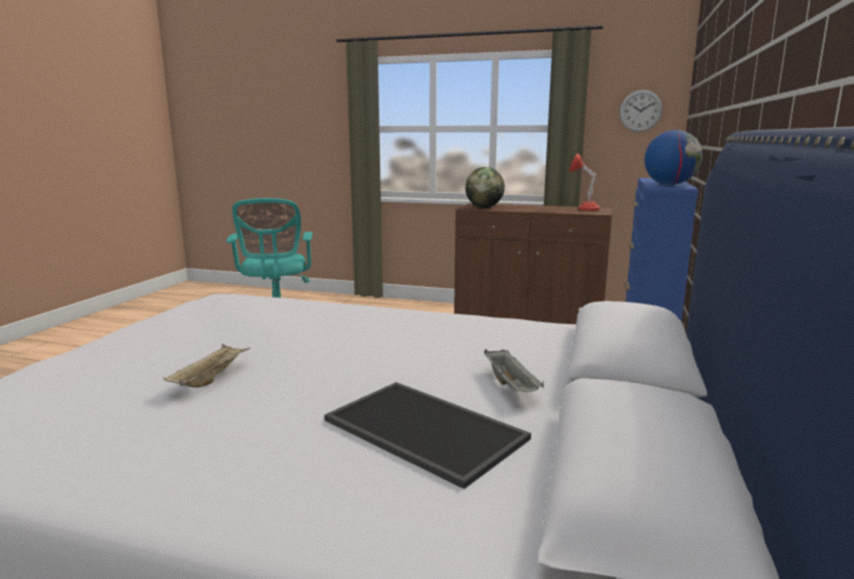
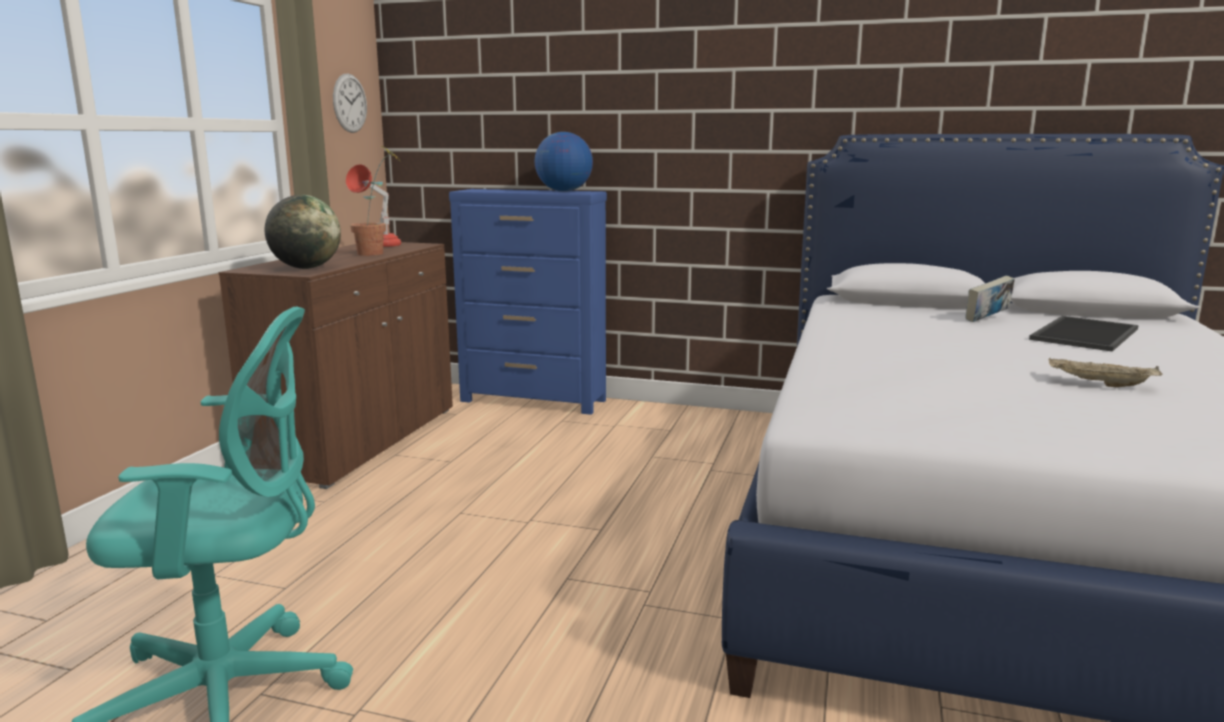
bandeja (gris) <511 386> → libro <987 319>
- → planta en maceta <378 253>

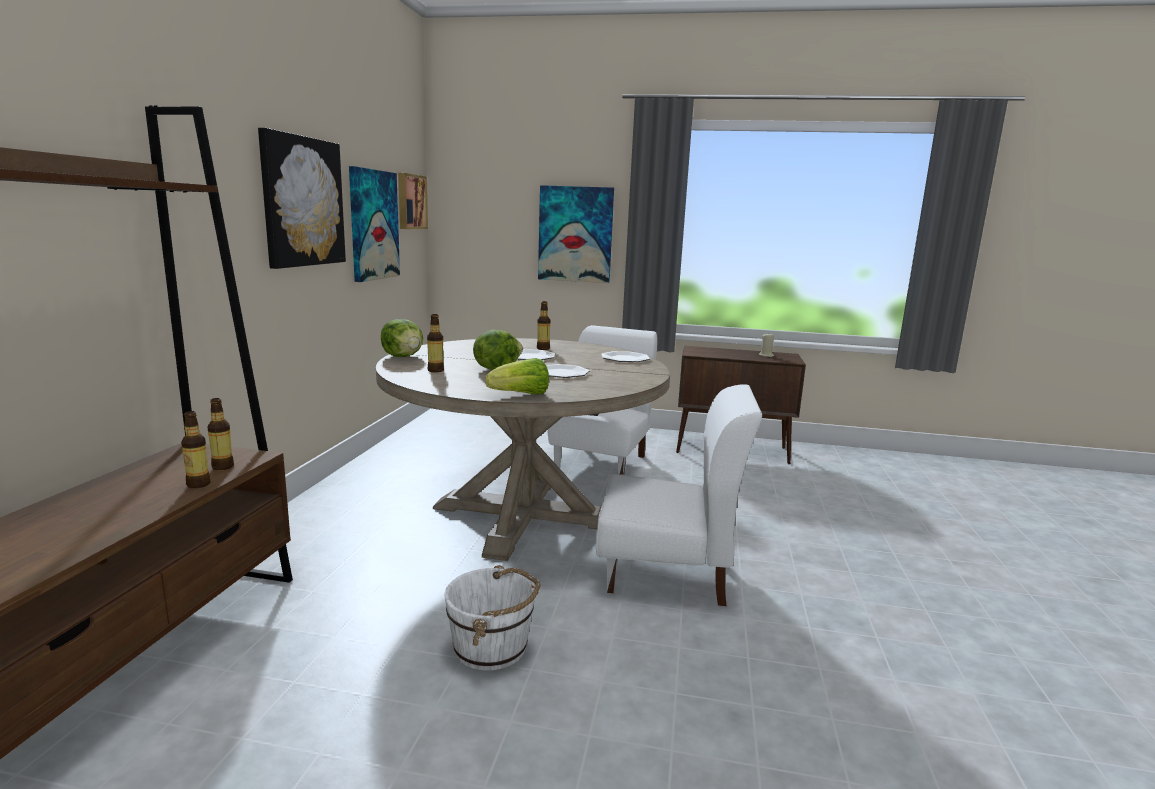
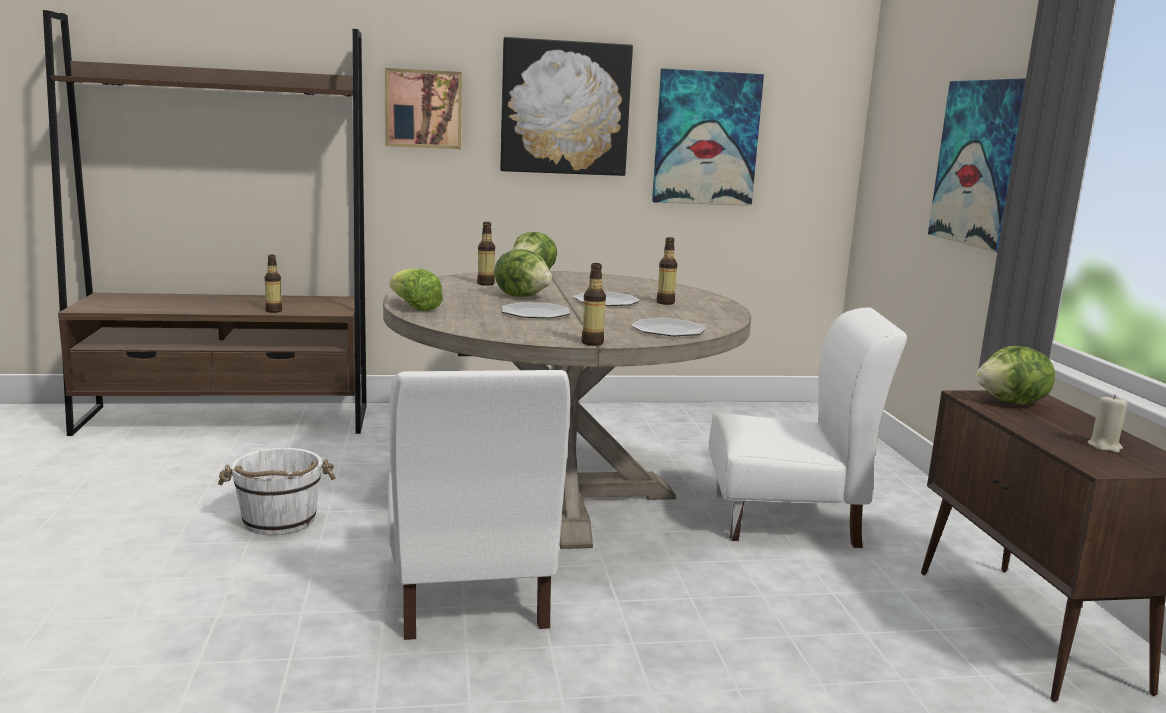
cuadro <410 202> → cuadro <423 109>, relocated
botella <223 467> → botella <592 343>, relocated
- → lechuga <1012 403>

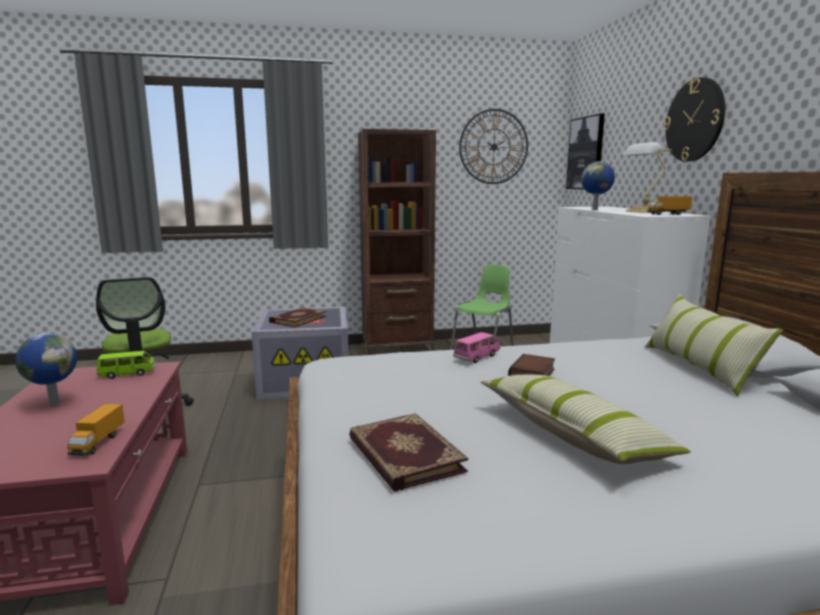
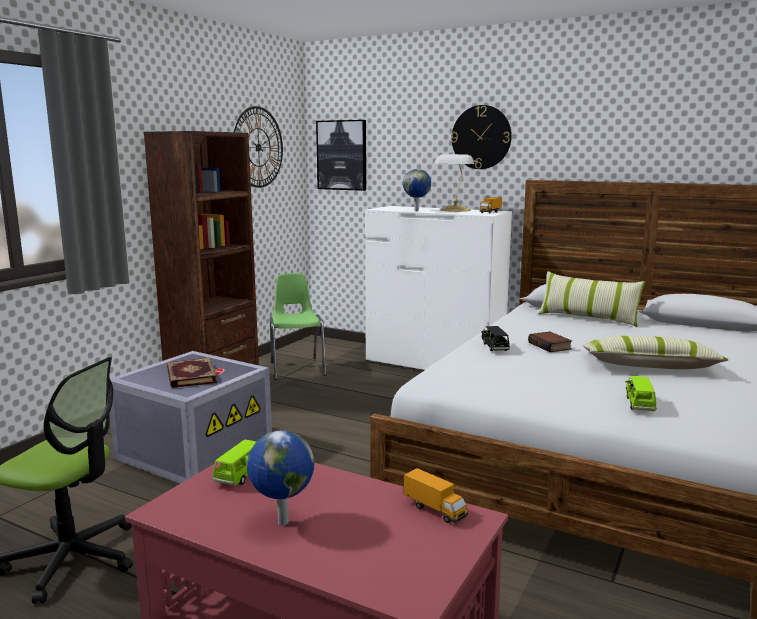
coche de juguete (rosa) <477 357> → coche de juguete (negro) <495 347>
libro <403 455> → coche de juguete (verde) <639 404>

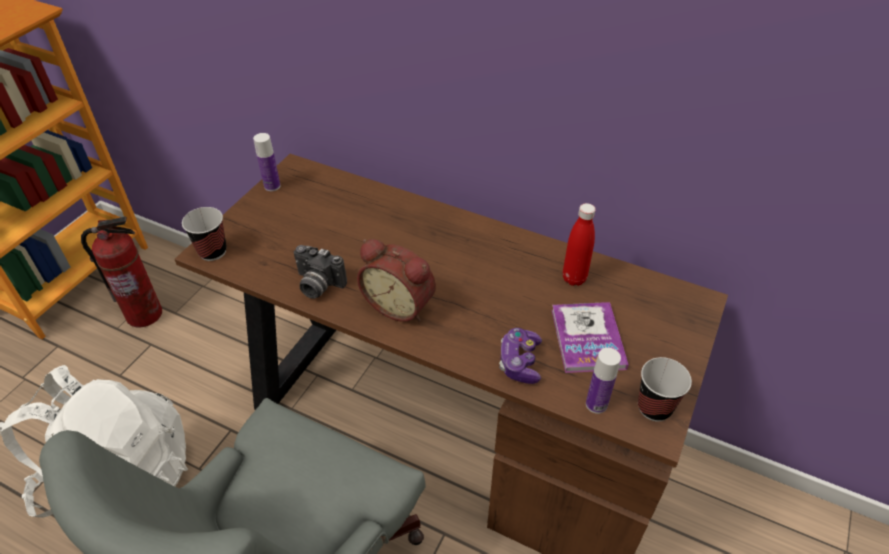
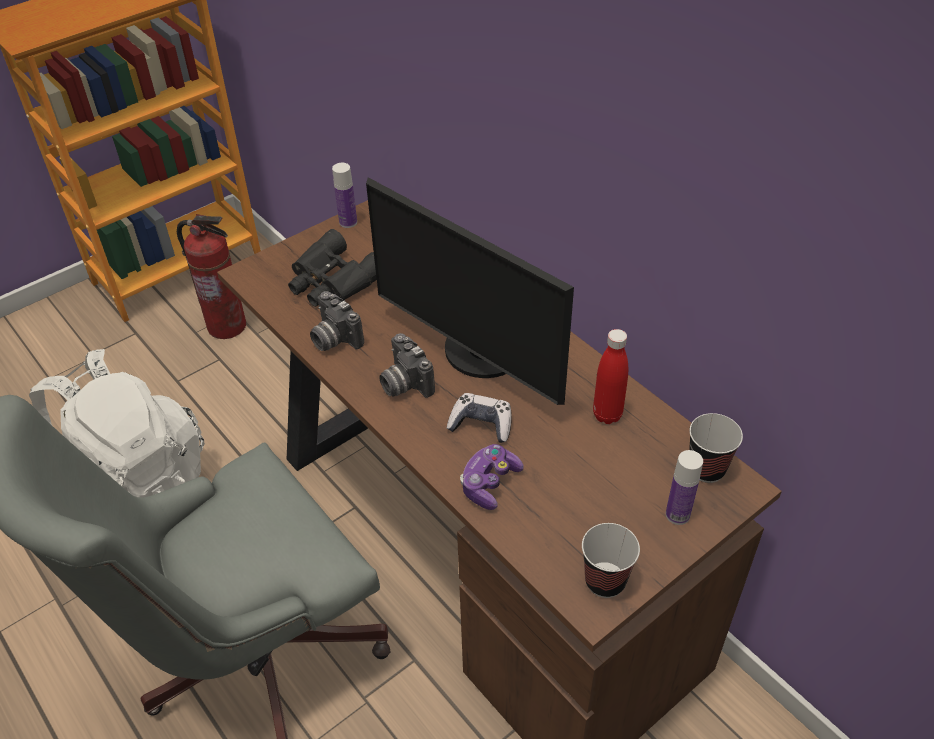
taza <212 251> → taza <706 469>, relocated
despertador <400 304> → cámara <404 383>
libro <587 338> → -
botella <596 404> → botella <677 514>, relocated
- → monitor <479 354>
- → prismáticos (negro) <332 281>
- → mando de consola <481 424>

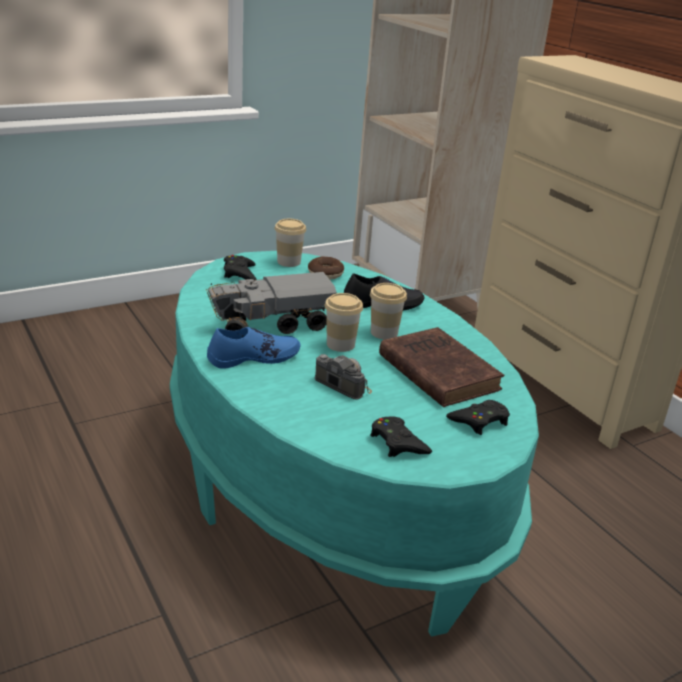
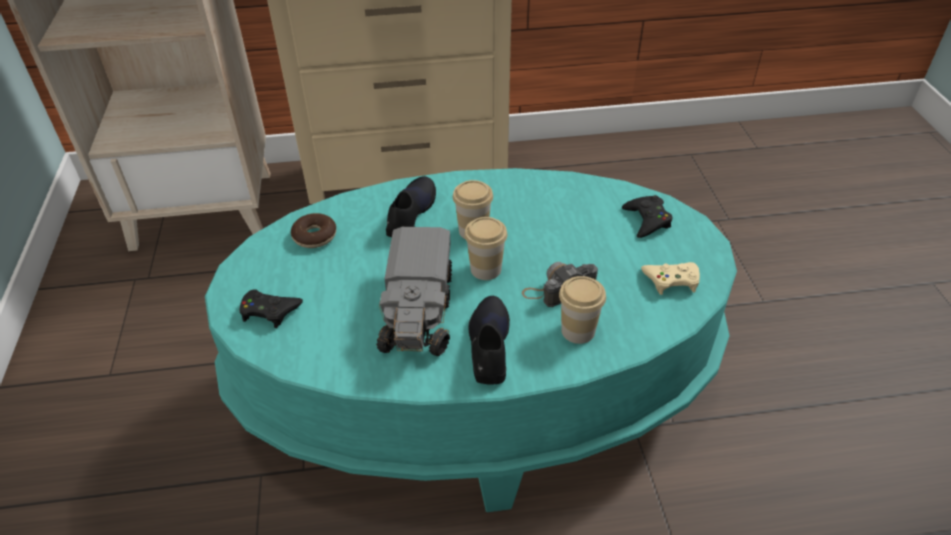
taza <289 262> → taza <578 331>, relocated
zapato (azul) <253 357> → zapato (negro) <489 345>
libro (marrón) <436 371> → -
mando de consola (negro) <398 442> → mando de consola (beis) <671 280>

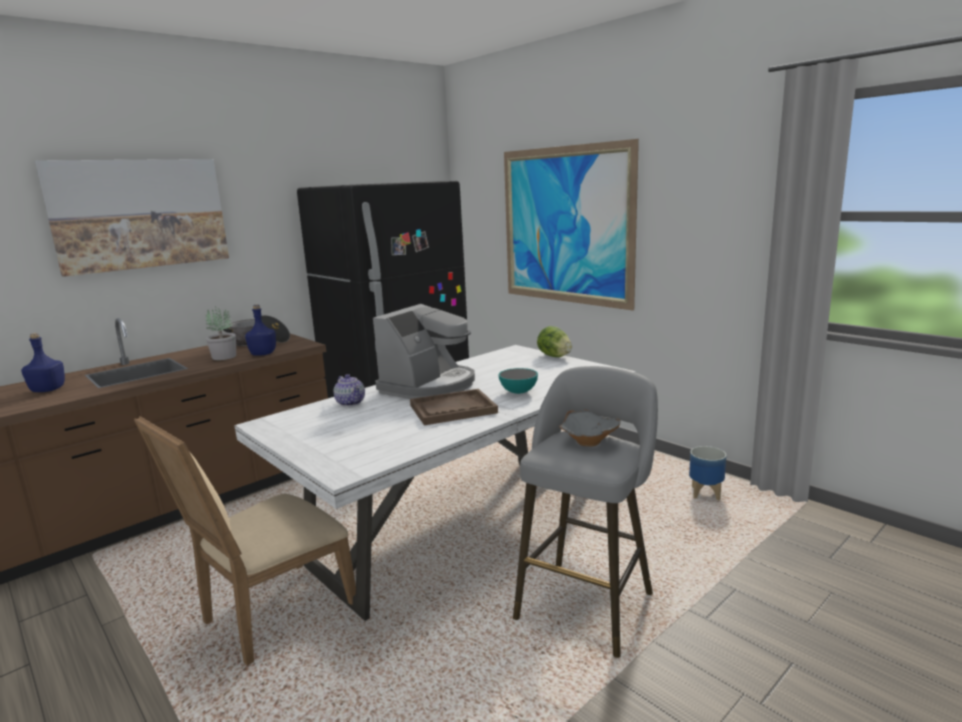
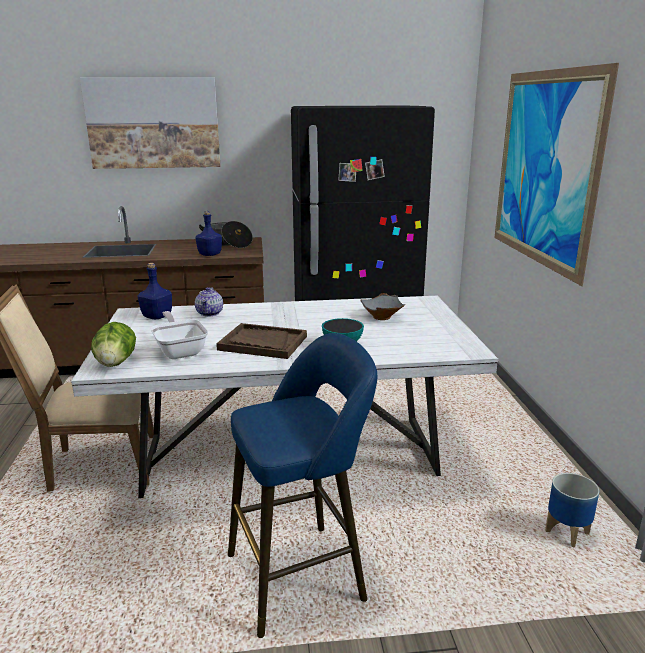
cafetera <429 385> → -
planta en maceta <223 357> → -
lechuga <554 356> → lechuga <116 363>, relocated
botella (azul) <47 390> → botella (azul) <156 316>, relocated
taburete (gris) <587 601> → taburete (azul) <302 574>
cuenco (gris) <589 441> → cuenco (gris) <383 317>, relocated
- → sartén <180 351>

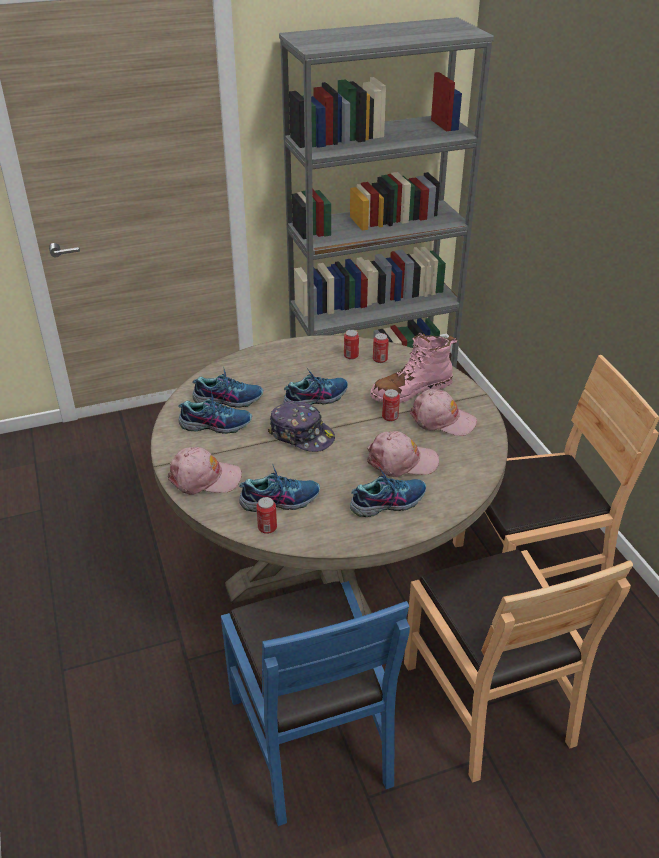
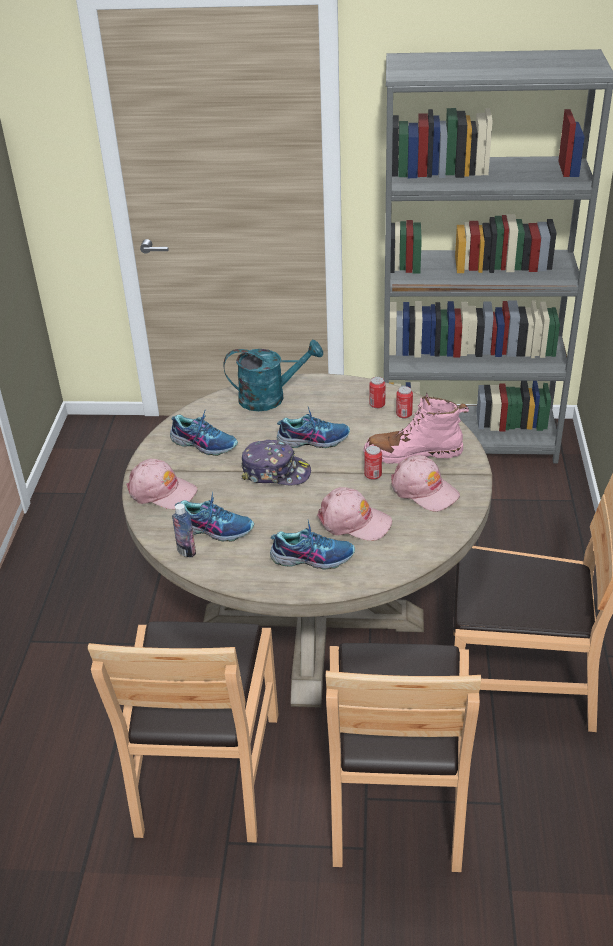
zapato <228 399> → -
gorra <301 435> → gorra <275 472>, 45 degrees counterclockwise
lata <267 528> → botella <186 551>
silla (azul) <311 737> → silla (marrón) <206 771>
- → regadera (turquesa) <270 397>

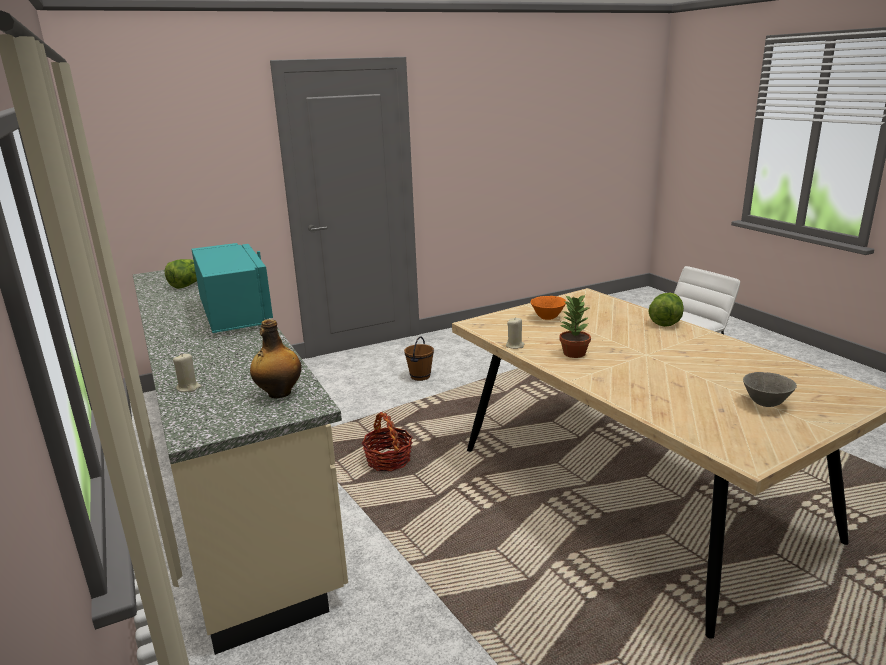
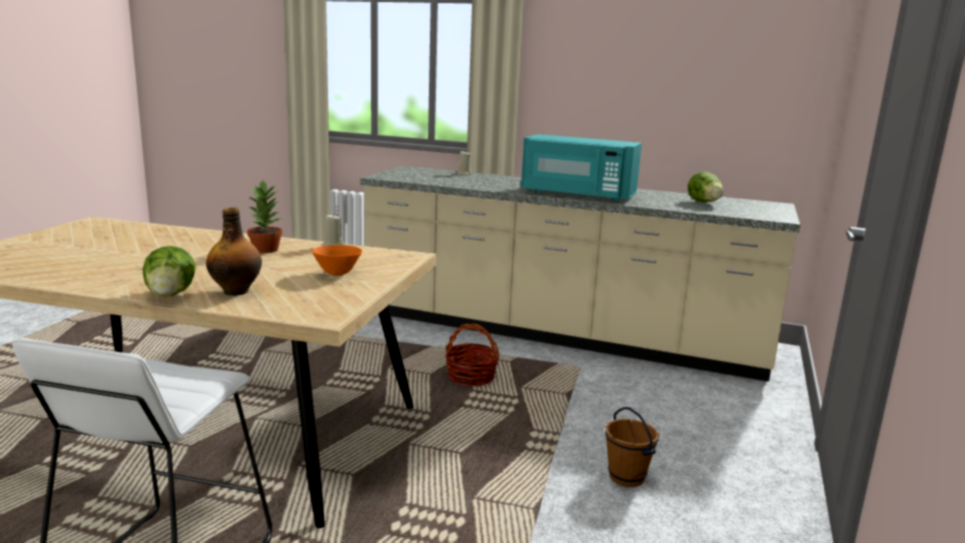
botella <278 393> → botella <236 291>, relocated
cuenco (gris) <765 404> → -

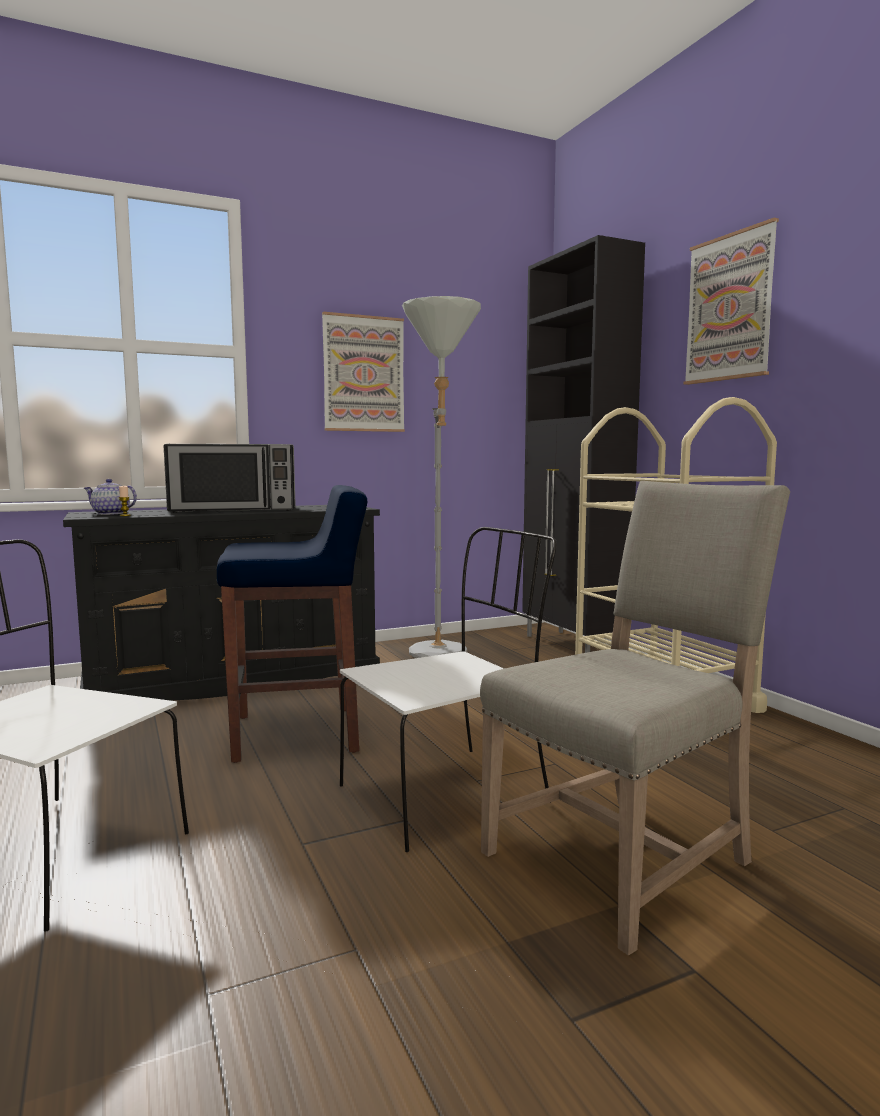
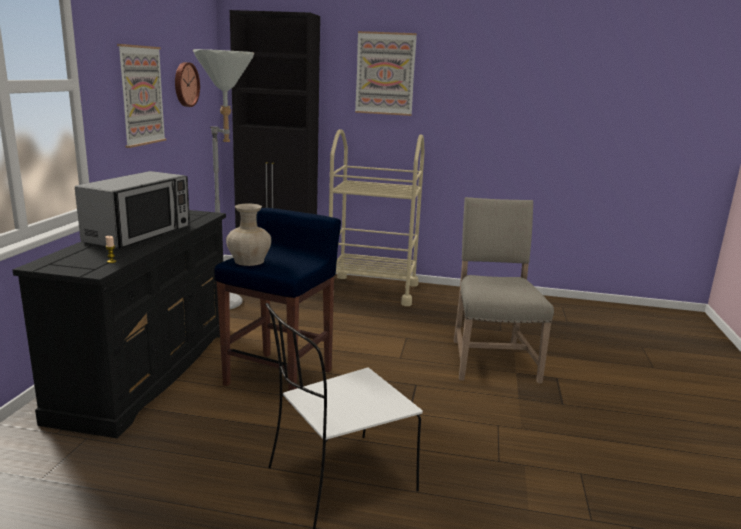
tetera <110 513> → -
silla (blanco) <447 793> → -
- → reloj de pared <185 84>
- → florero (beis) <249 261>

